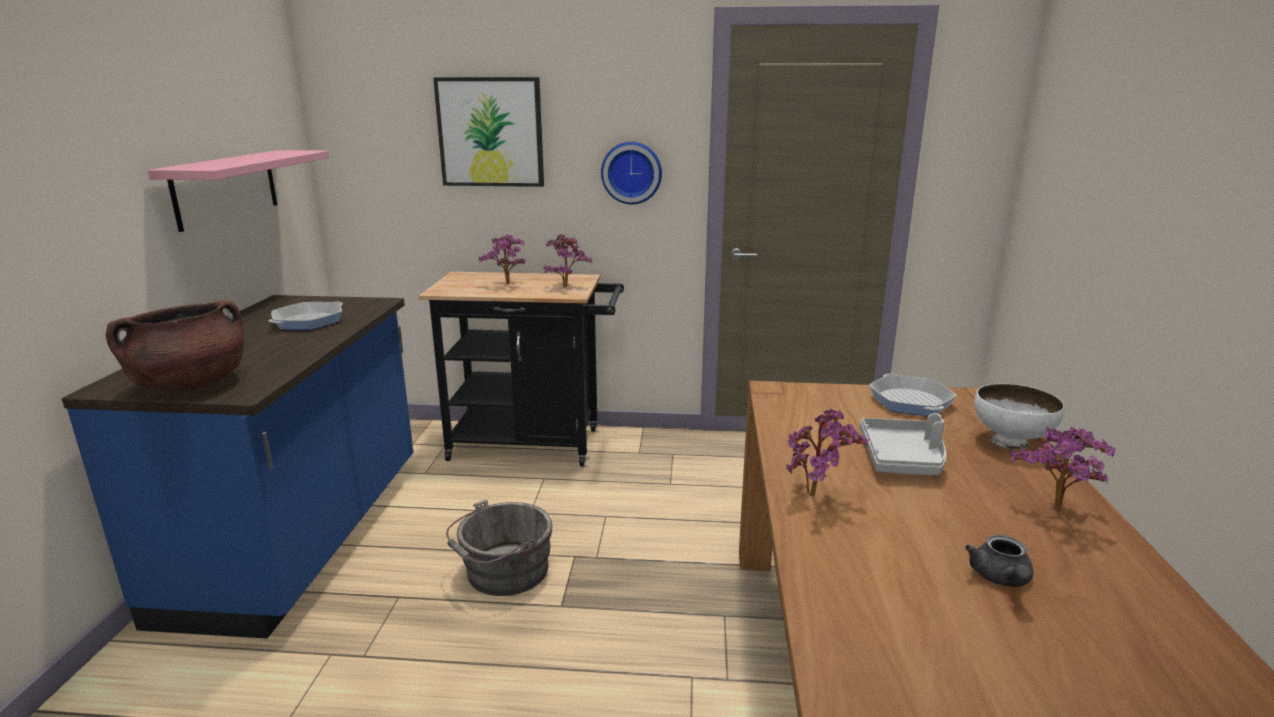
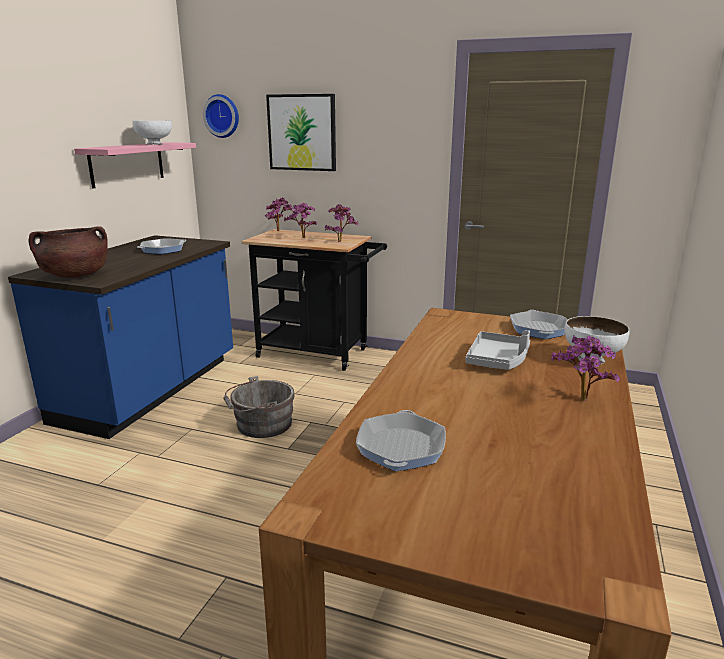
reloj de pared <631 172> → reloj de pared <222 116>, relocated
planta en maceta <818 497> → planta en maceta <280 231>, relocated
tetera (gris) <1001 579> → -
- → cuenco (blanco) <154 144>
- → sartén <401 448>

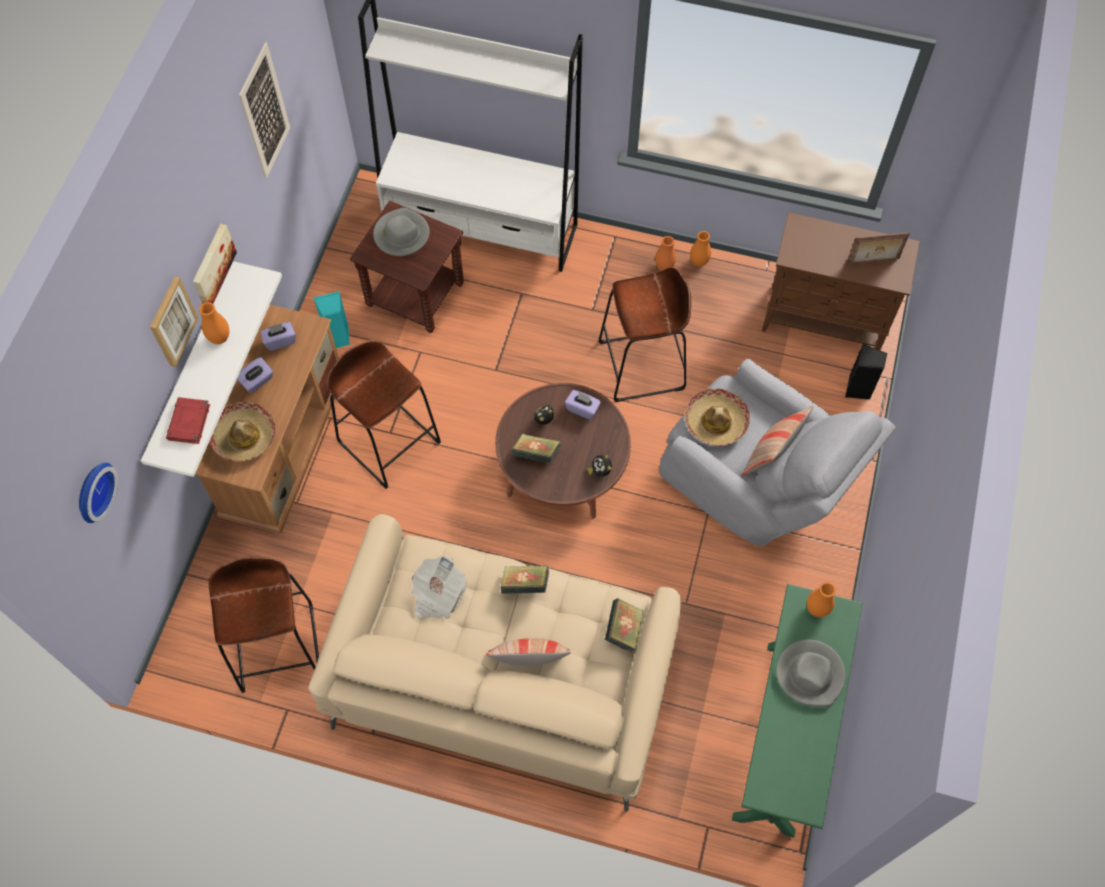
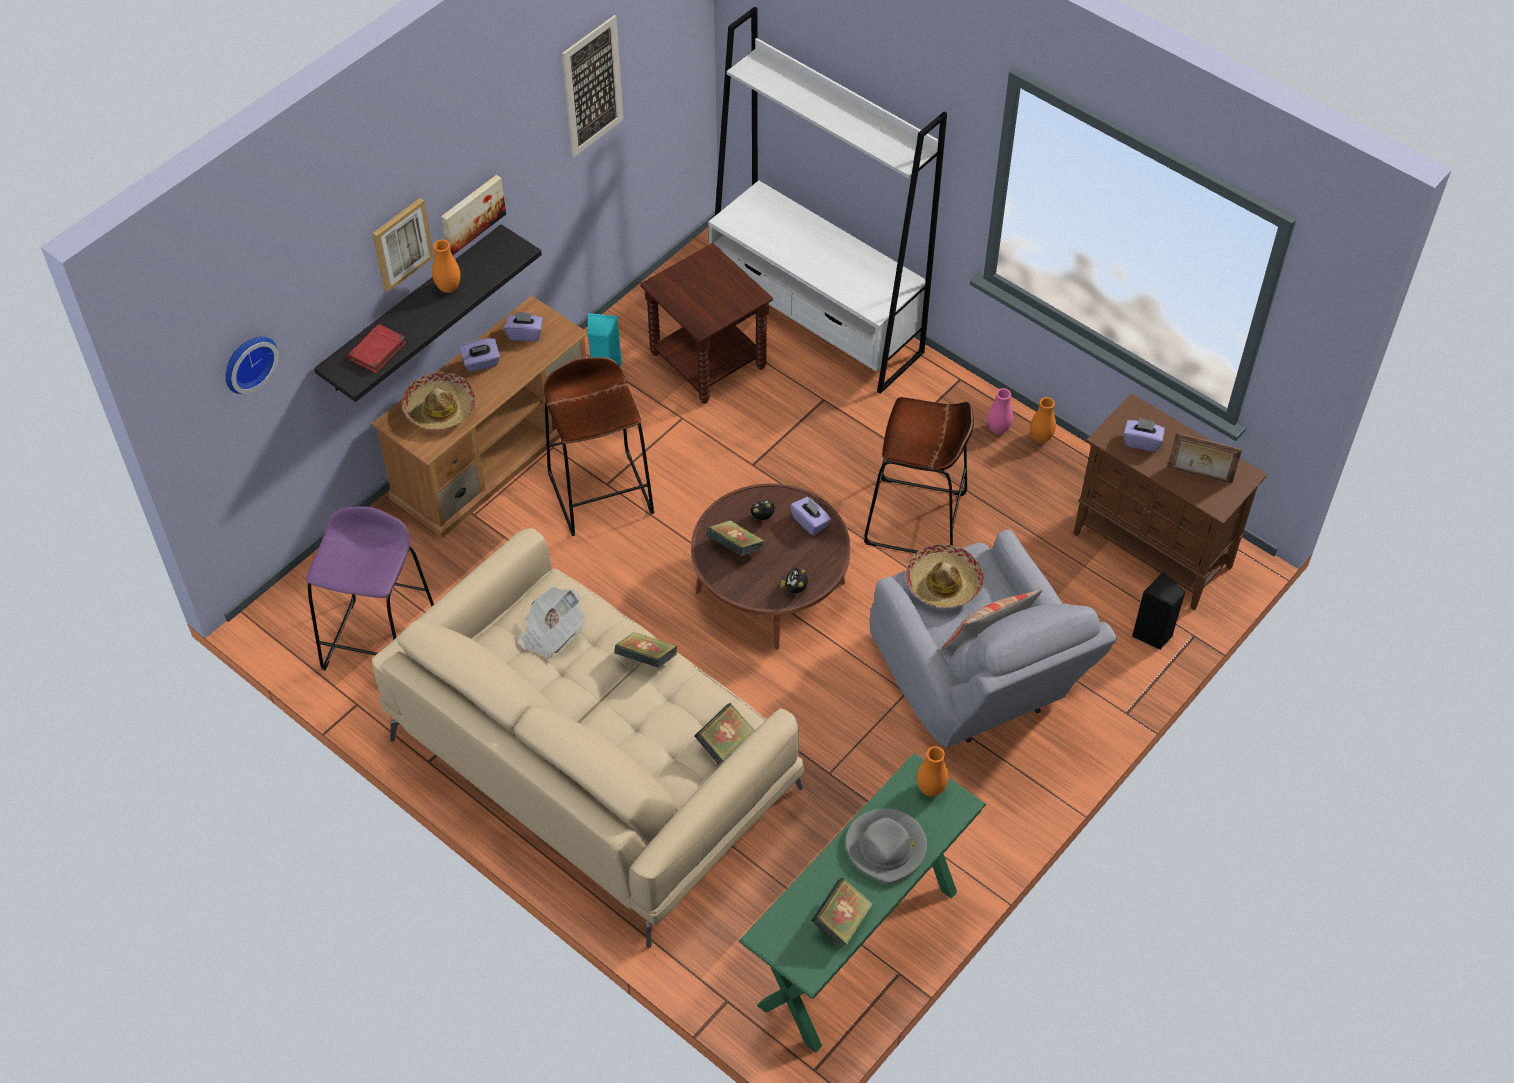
sombrero (gris) <401 235> → -
florero (naranja) <664 267> → florero (rosa) <998 429>
estante (blanco) <194 368> → estante (negro) <413 310>
taburete (marrón) <278 646> → taburete (morado) <380 642>
cojín <529 662> → -
- → caja de pañuelos (morado) <1141 442>
- → libro <841 921>

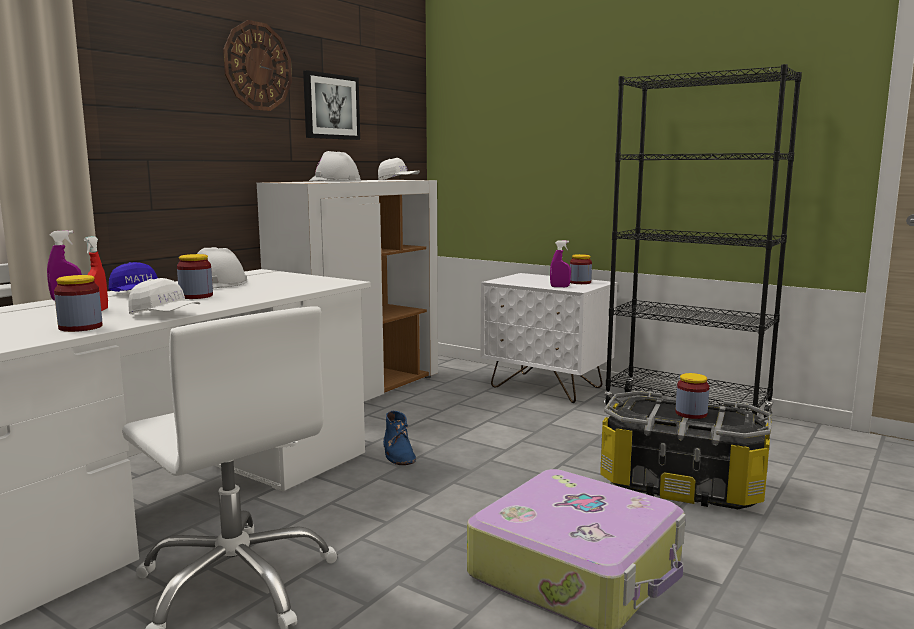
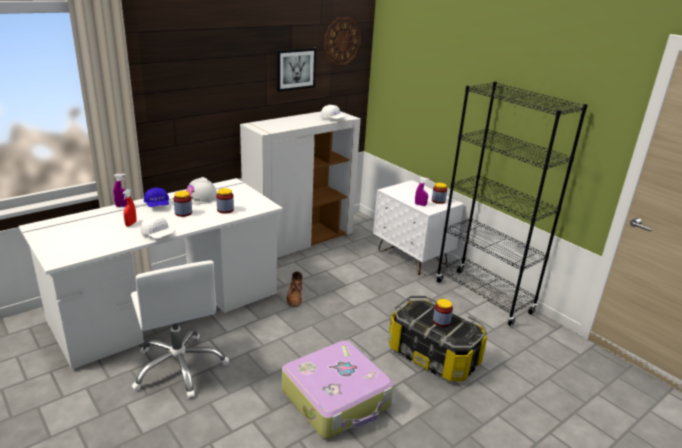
reloj de pared <257 66> → reloj de pared <342 41>, relocated
casco (blanco) <335 181> → -
tarro <80 327> → tarro <225 210>, relocated
bota (azul) <398 453> → bota (marrón) <295 296>

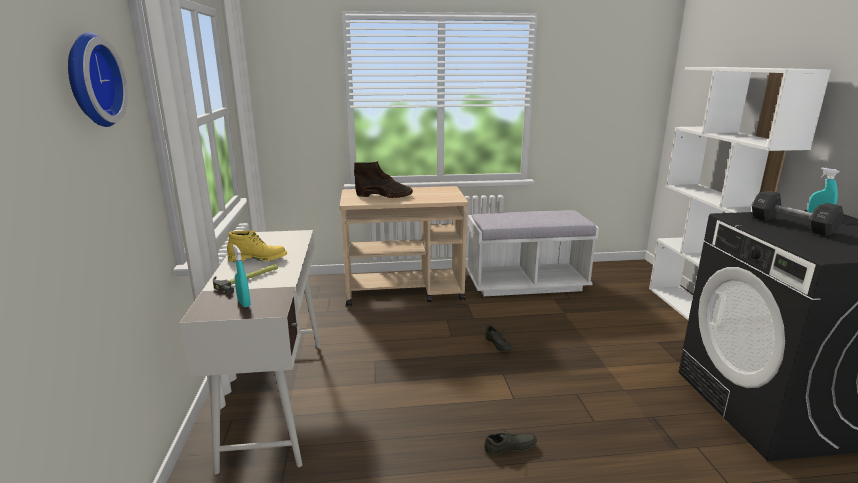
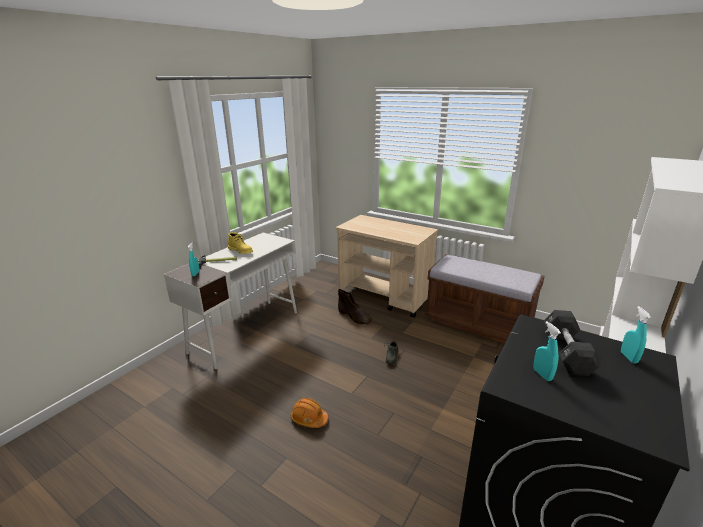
reloj de pared <90 80> → -
bota (marrón) <384 195> → bota (marrón) <355 317>, relocated
banco (blanco) <526 284> → banco (marrón) <478 323>
zapato (gris) <510 448> → casco (naranja) <309 418>
- → pulverizador (turquesa) <542 374>

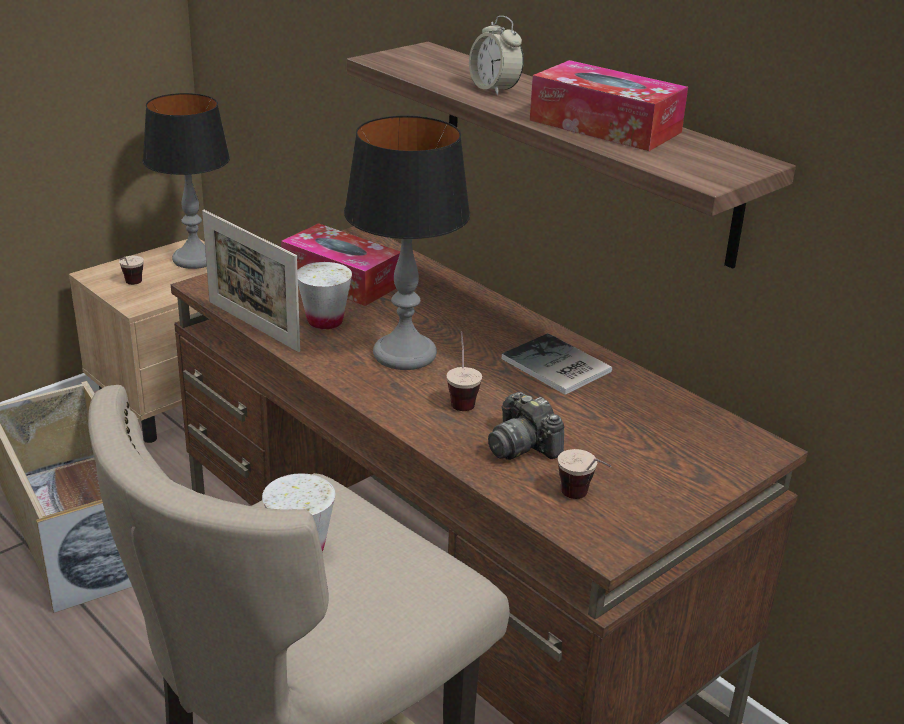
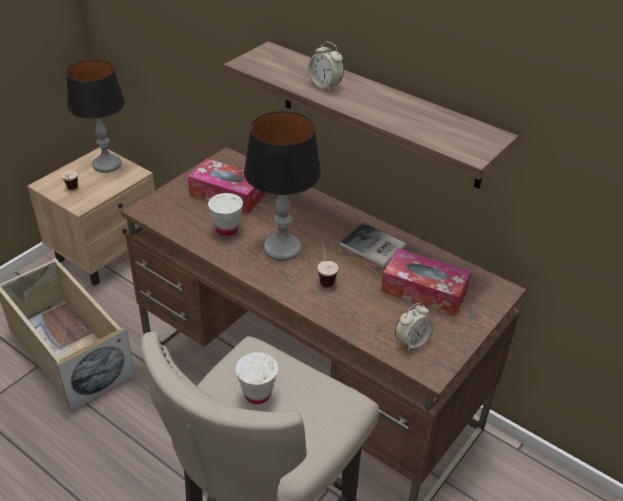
caja de pañuelos <605 126> → caja de pañuelos <424 291>, relocated
portarretratos <253 326> → -
cámara <522 446> → -
taza <583 500> → despertador <412 342>

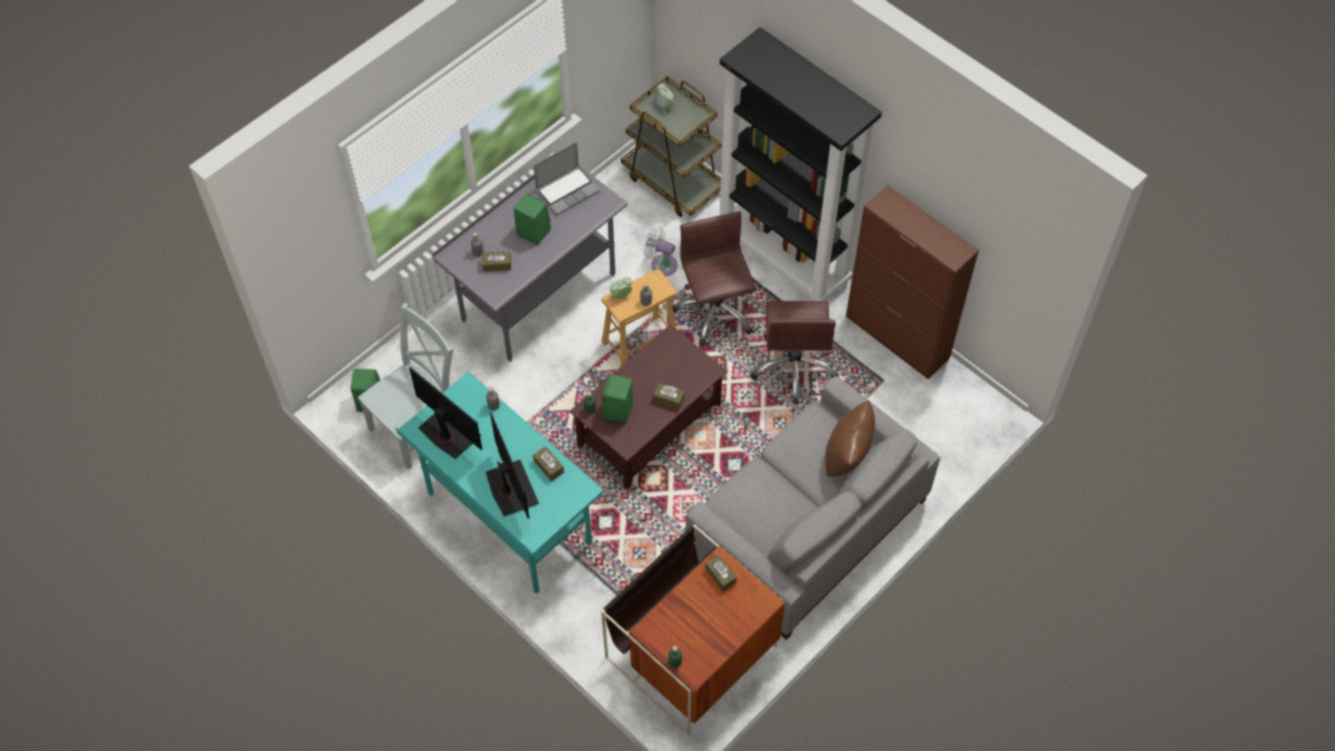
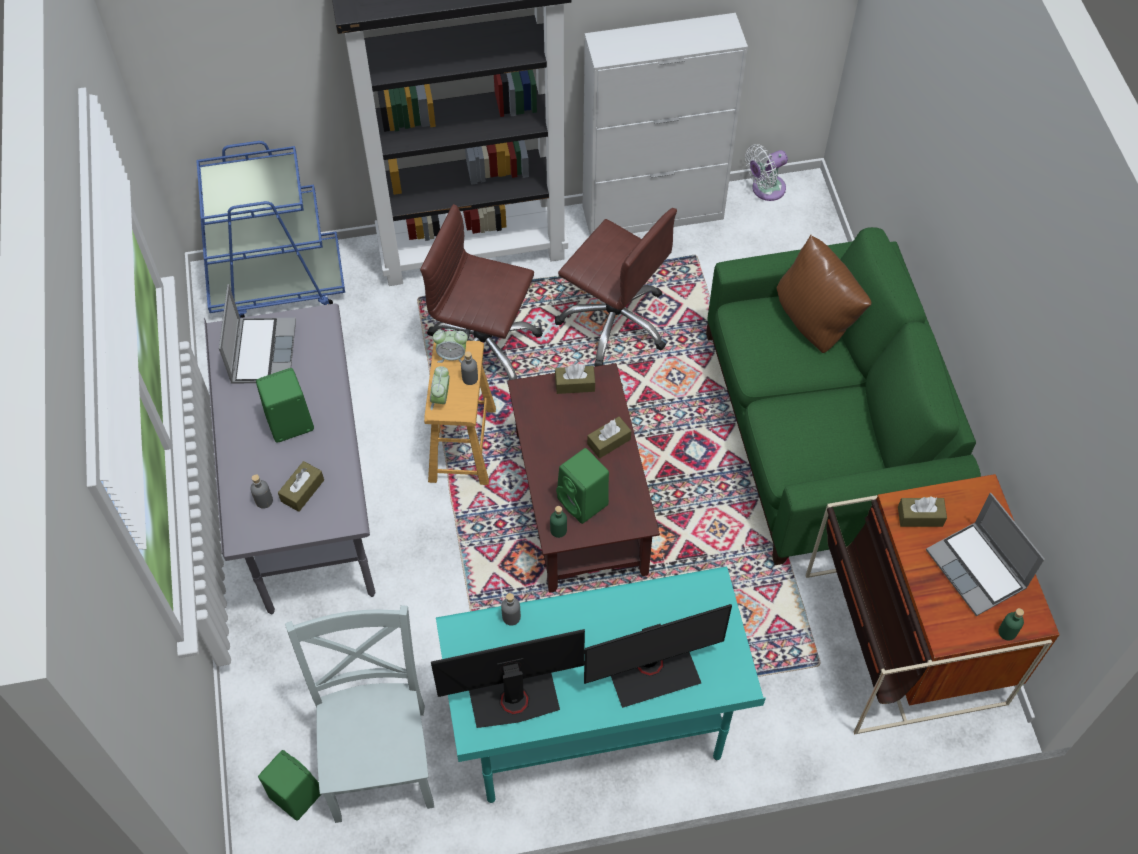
carrito (marrón) <673 181> → carrito (azul) <278 283>
despertador <664 106> → despertador <452 356>, relocated
armario (marrón) <897 338> → armario (blanco) <653 213>
ventilador (blanco) <661 264> → ventilador (blanco) <765 189>, relocated
sofá (gris) <806 526> → sofá (verde) <820 431>
monitor <511 489> → monitor <651 669>, 150 degrees clockwise
caja de pañuelos (marrón) <548 466> → caja de pañuelos (marrón) <575 384>, relocated
- → portátil <977 570>

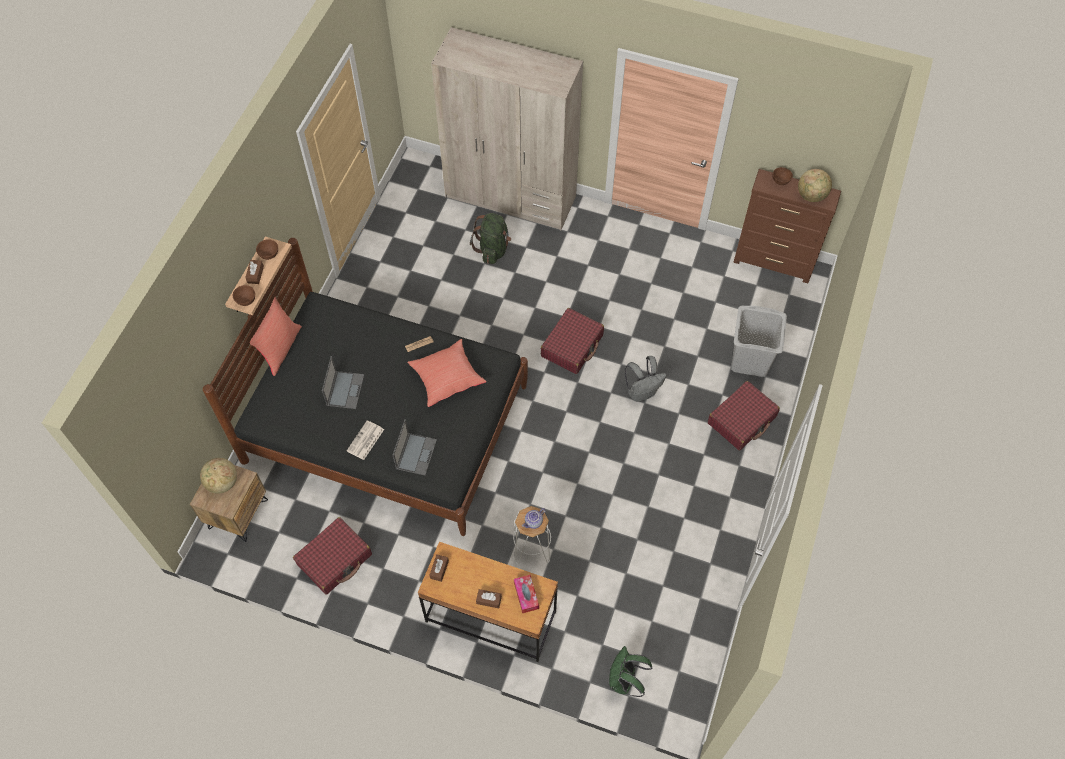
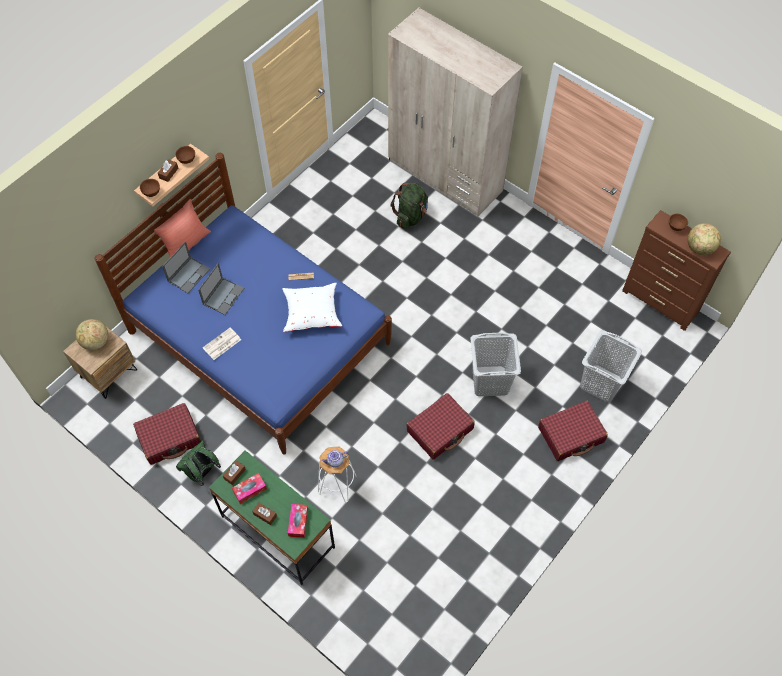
cama (negro) <386 423> → cama (azul) <259 337>
maleta (rojo) <572 346> → maleta (rojo) <440 430>, relocated
cojín (rojo) <446 378> → cojín (blanco) <311 313>
mochila (gris) <642 392> → cesto de la ropa (gris) <490 381>
portátil <416 453> → portátil <189 274>, relocated
escritorio (marrón) <490 617> → escritorio (verde) <277 532>
mochila (verde) <624 681> → mochila (verde) <202 472>, relocated
- → caja de pañuelos <250 490>

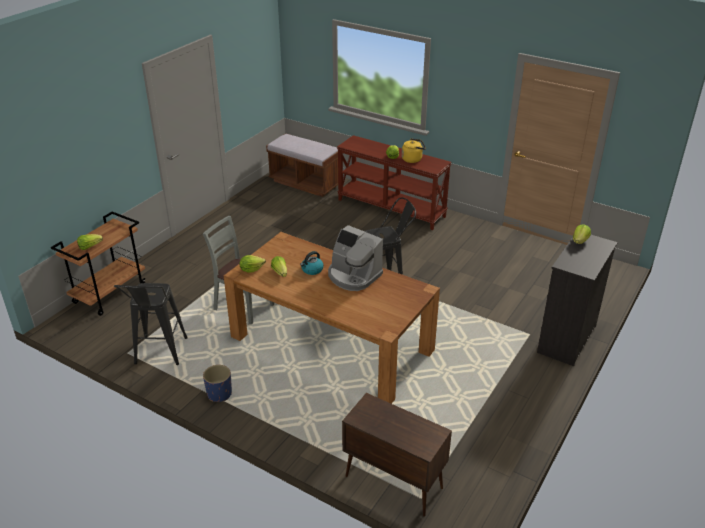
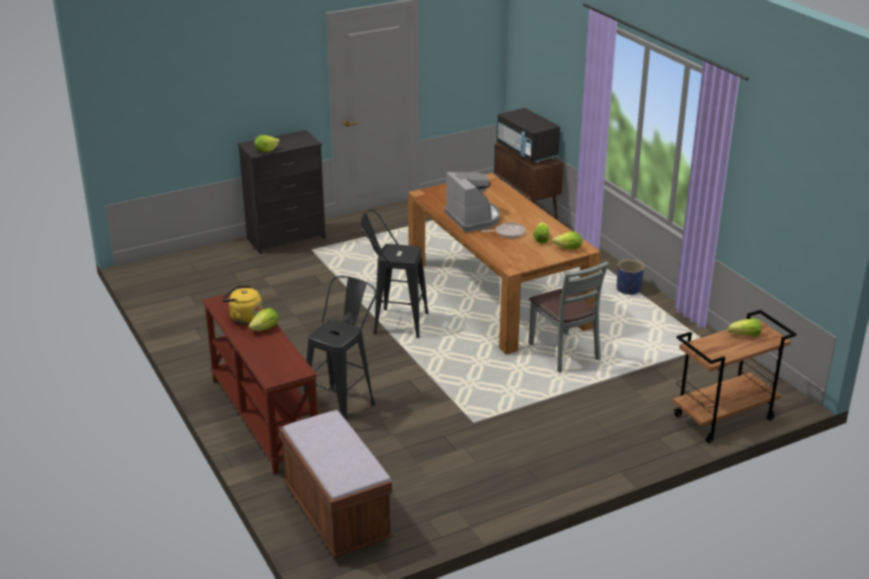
hervidor <312 270> → sartén <508 233>
taburete (negro) <159 355> → taburete (negro) <343 405>, relocated
- → microondas (negro) <527 152>

